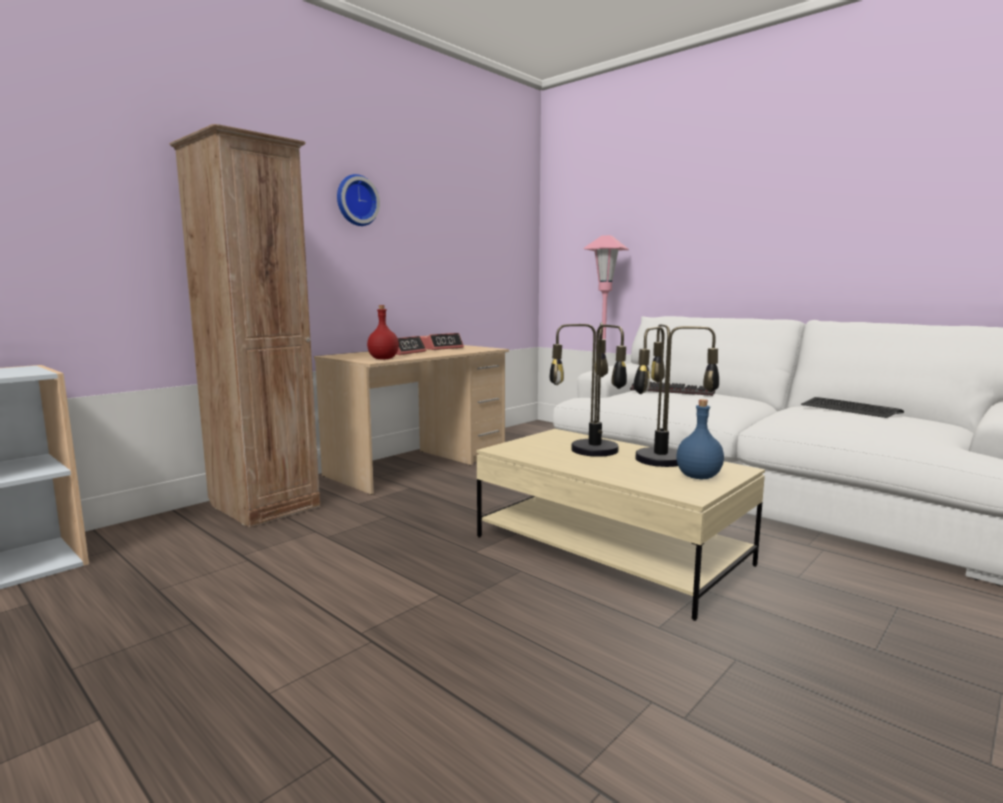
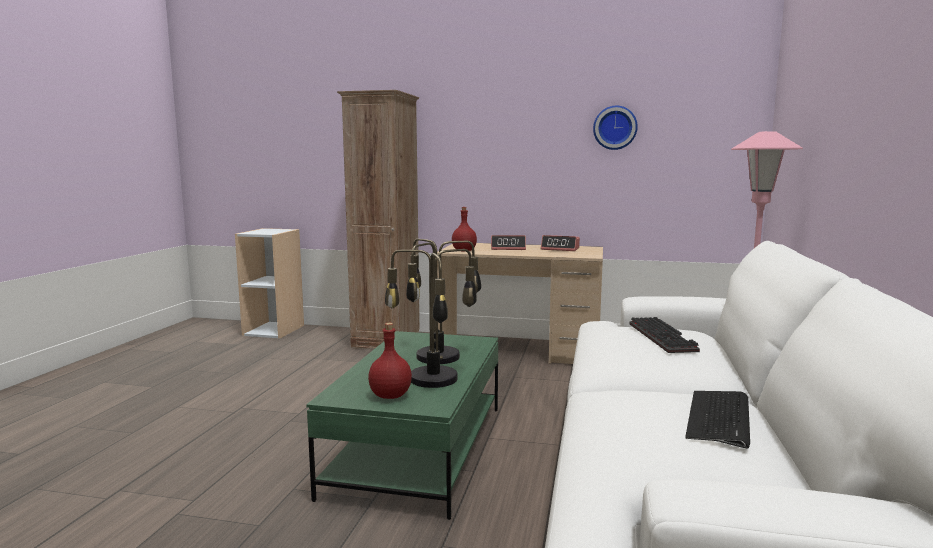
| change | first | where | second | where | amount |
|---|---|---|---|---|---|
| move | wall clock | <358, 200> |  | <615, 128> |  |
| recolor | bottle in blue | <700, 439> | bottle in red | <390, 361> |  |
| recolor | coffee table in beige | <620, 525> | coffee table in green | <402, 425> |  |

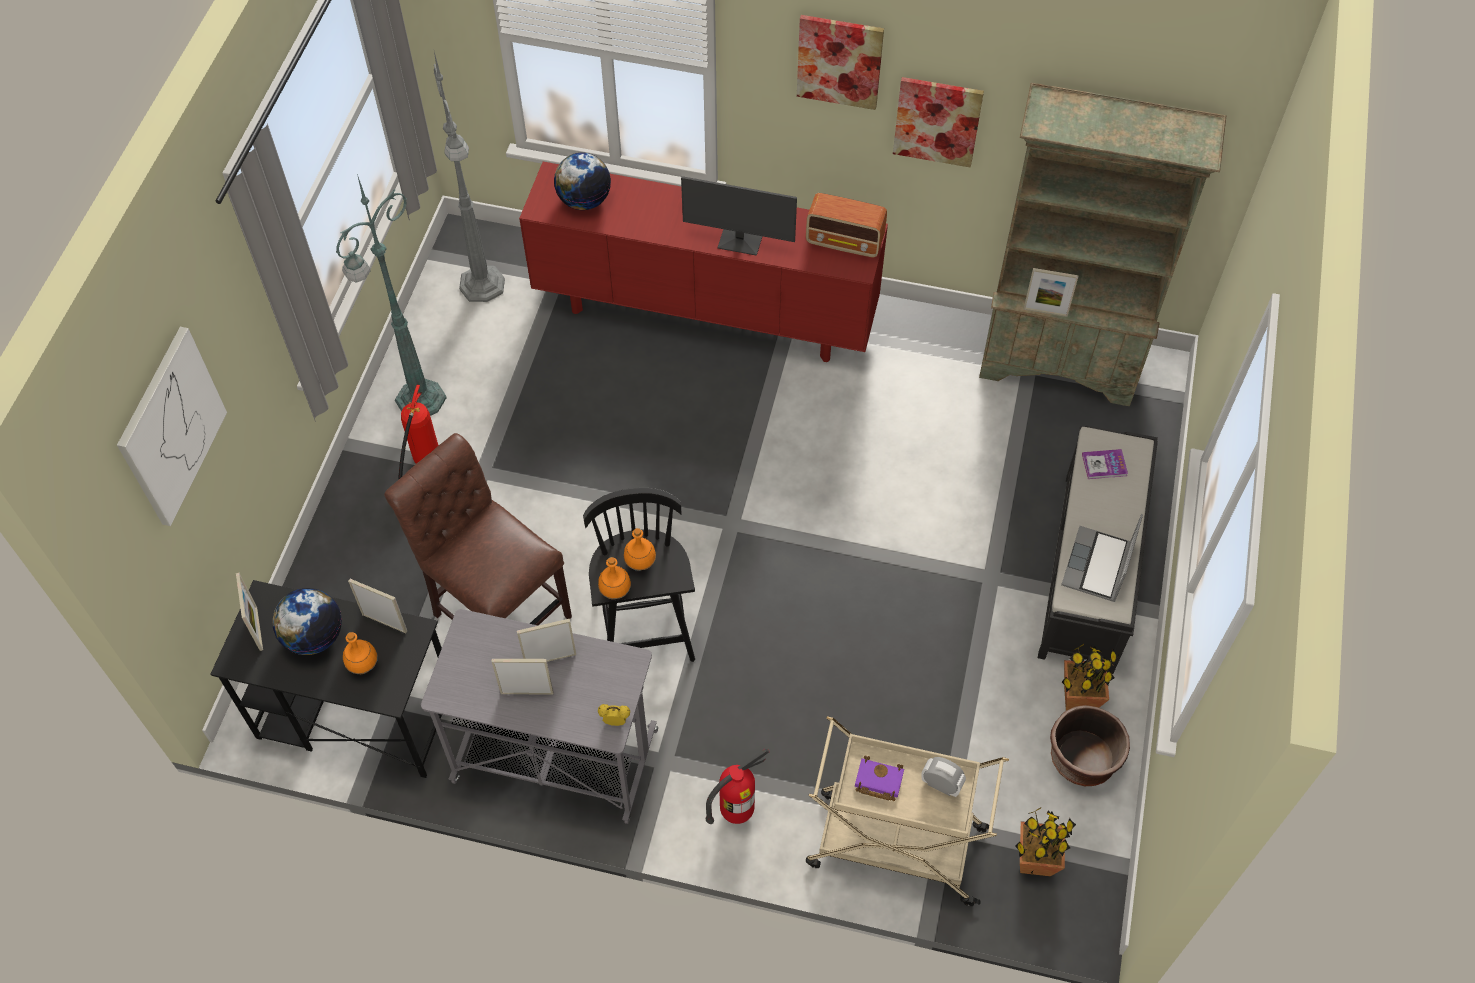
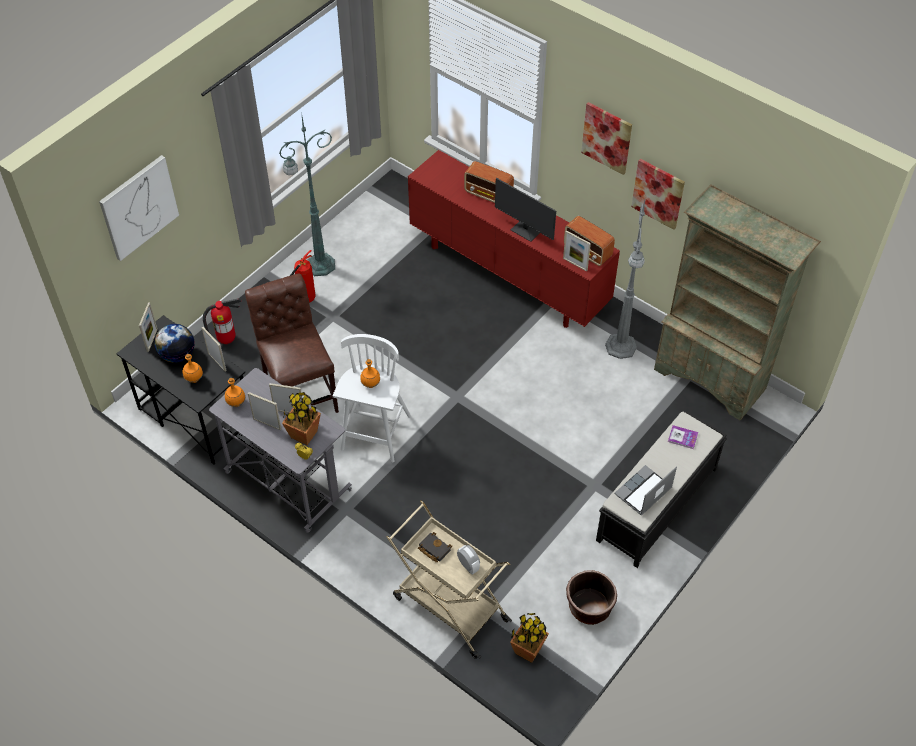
| change | first | where | second | where | amount |
|---|---|---|---|---|---|
| move | floor lamp in grey | <469, 177> |  | <625, 279> |  |
| delete | globe | <582, 181> |  |  |  |
| move | picture frame | <1050, 292> |  | <577, 251> |  |
| recolor | stool in black | <639, 575> | stool in white | <371, 398> |  |
| move | bottle in orange | <614, 578> |  | <235, 392> |  |
| move | potted plant | <1090, 677> |  | <301, 418> |  |
| move | fire extinguisher | <738, 786> |  | <222, 321> |  |
| recolor | book in purple | <879, 778> | book in black | <435, 547> |  |
| insert |  |  | radio | <489, 182> |  |

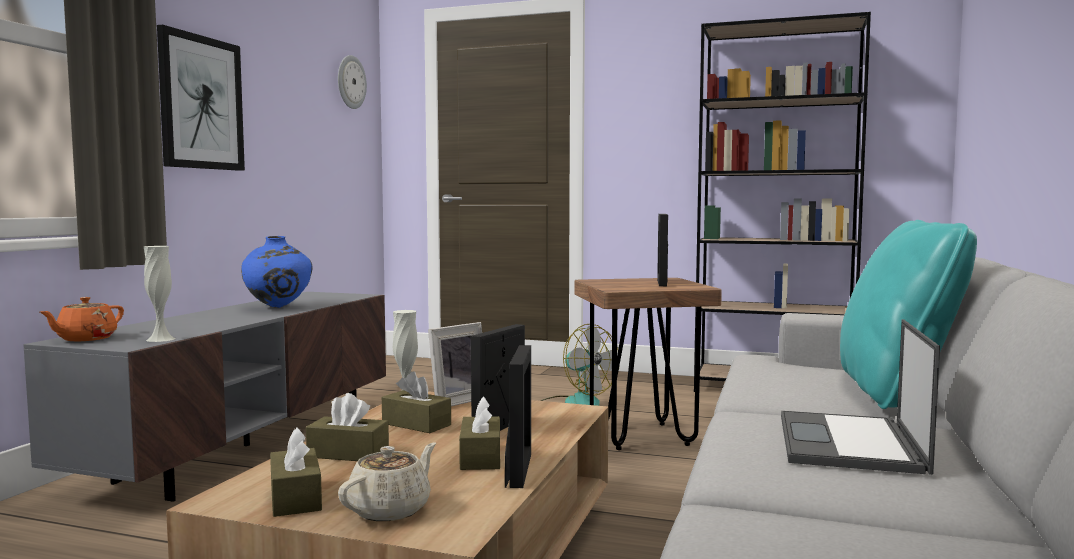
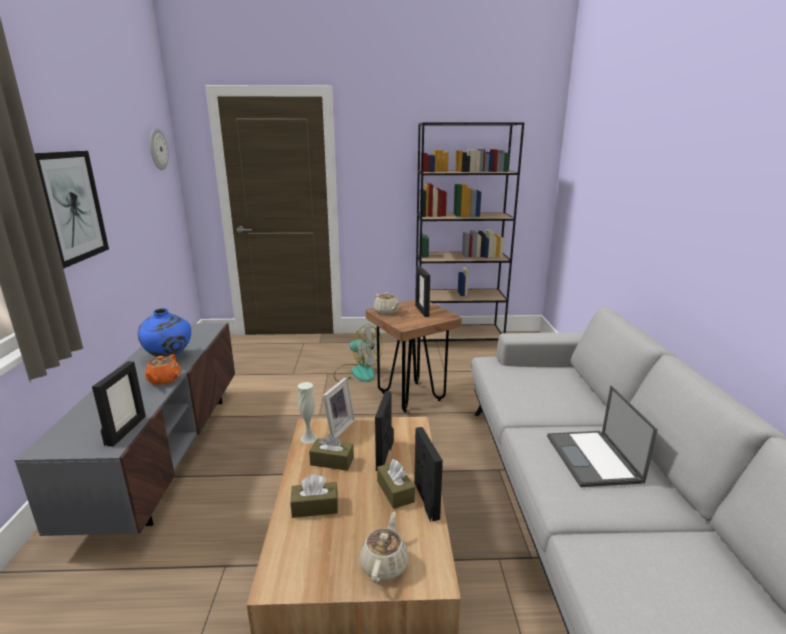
| change | first | where | second | where | amount |
|---|---|---|---|---|---|
| delete | pillow in turquoise | <908, 314> |  |  |  |
| replace | vase in white | <160, 294> | picture frame | <119, 404> |  |
| move | teapot in orange | <82, 319> |  | <163, 369> |  |
| delete | tissue box in brown | <296, 472> |  |  |  |
| insert |  |  | teapot in beige | <387, 303> |  |

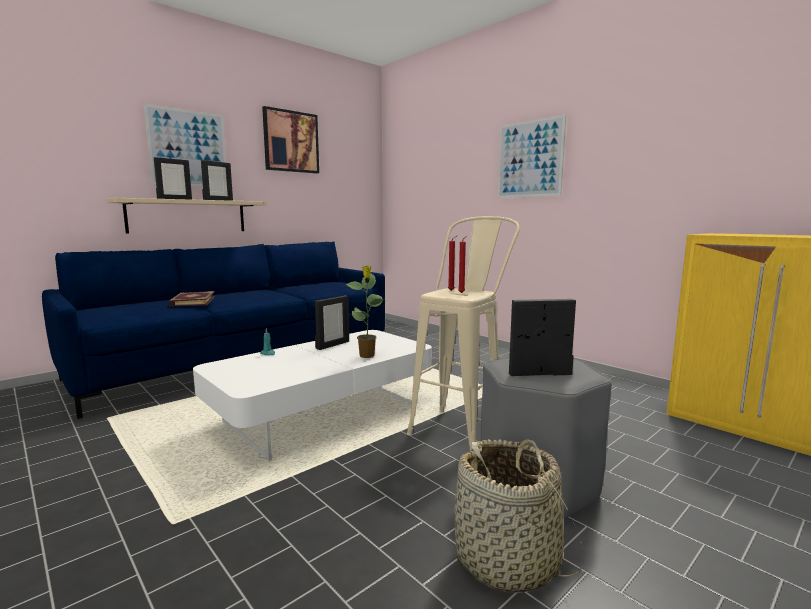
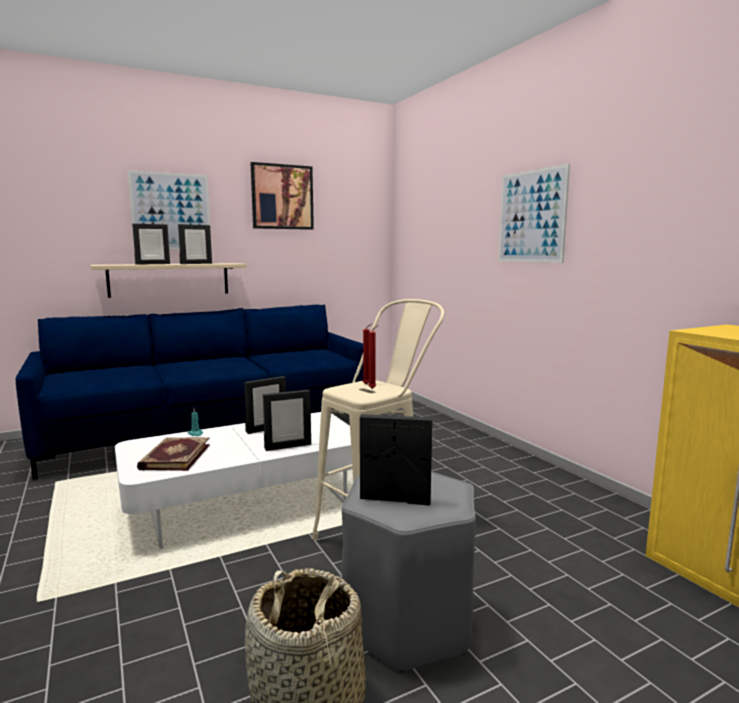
| change | first | where | second | where | amount |
|---|---|---|---|---|---|
| replace | potted plant | <364, 311> | picture frame | <287, 420> |  |
| move | book | <191, 299> |  | <173, 454> |  |

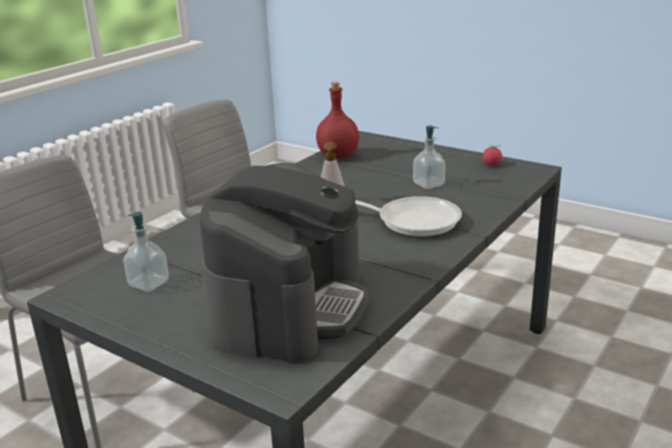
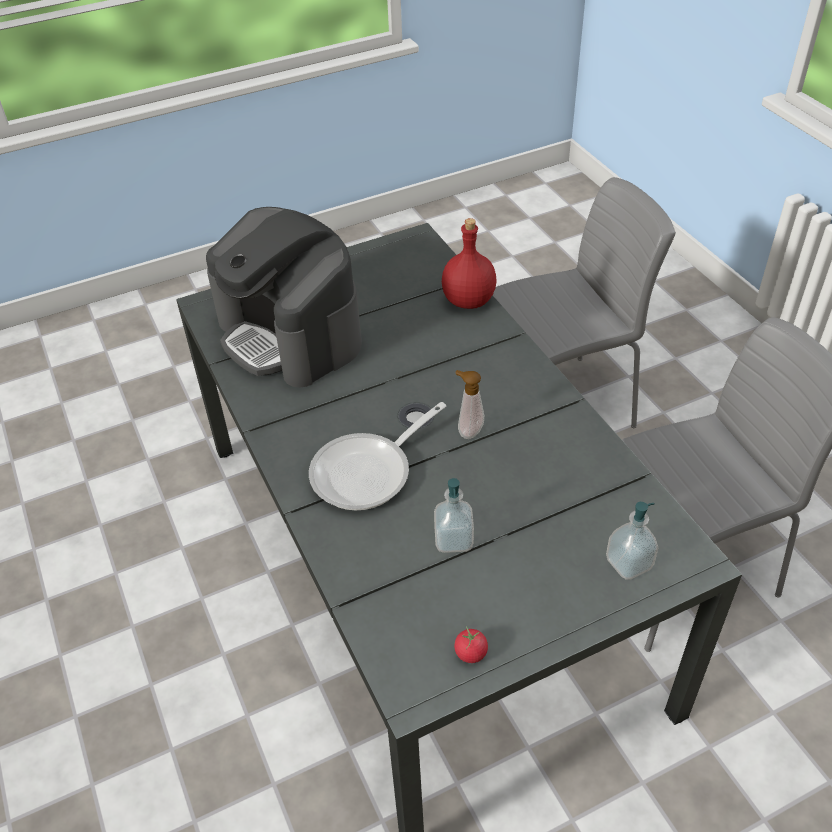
| change | first | where | second | where | amount |
|---|---|---|---|---|---|
| move | bottle in red | <337, 120> |  | <469, 263> |  |
| move | soap dispenser | <146, 252> |  | <632, 541> |  |

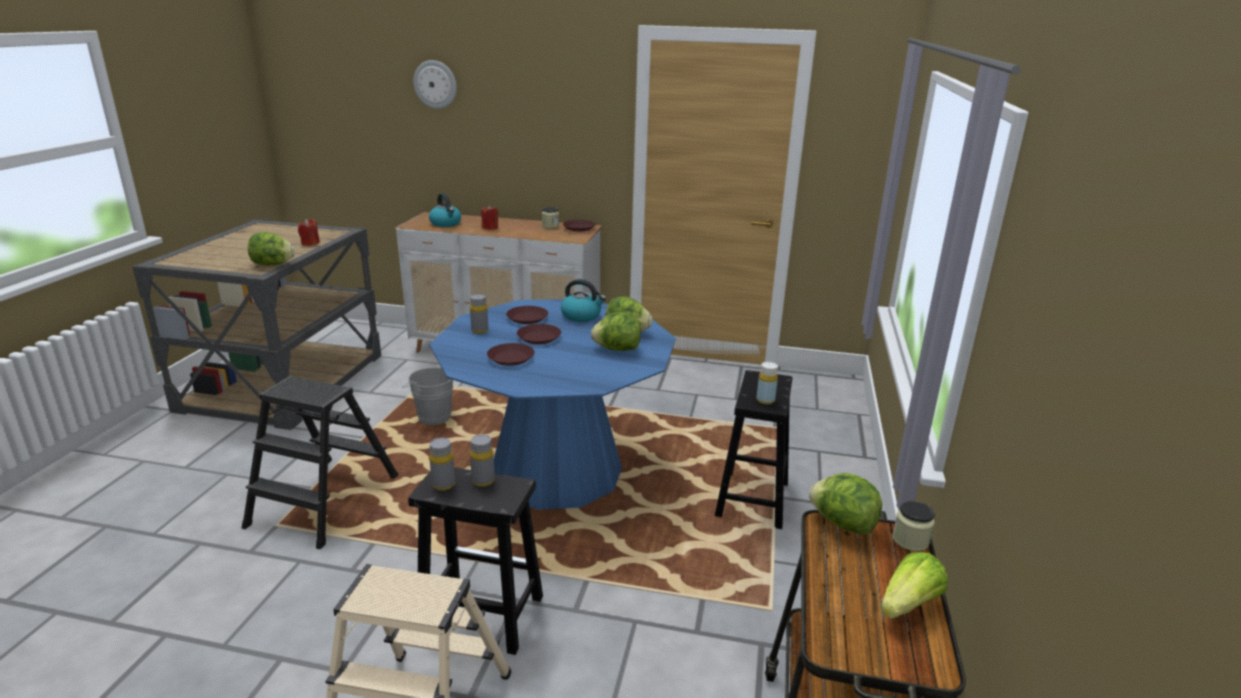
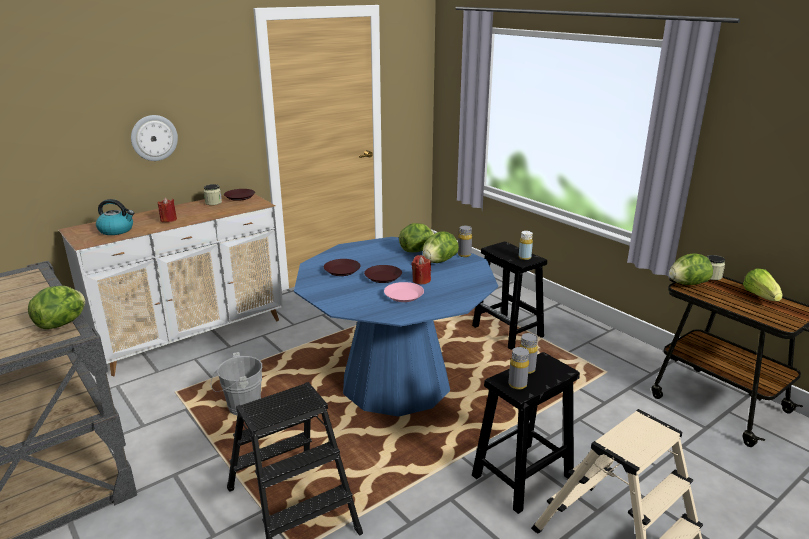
| change | first | where | second | where | amount |
|---|---|---|---|---|---|
| move | wall clock | <435, 84> |  | <154, 138> |  |
| move | candle in red | <309, 232> |  | <421, 270> |  |
| delete | kettle | <583, 300> |  |  |  |
| move | bottle in grey | <479, 314> |  | <465, 241> |  |
| recolor | plate in brown | <511, 354> | plate in pink | <404, 292> |  |

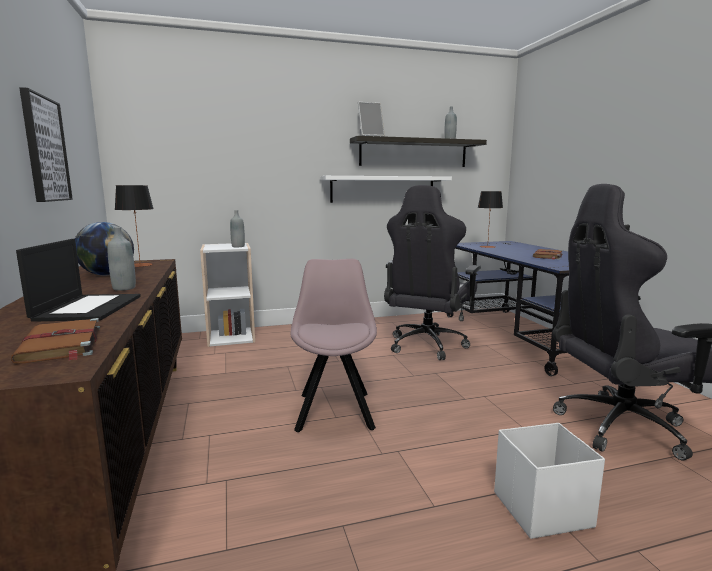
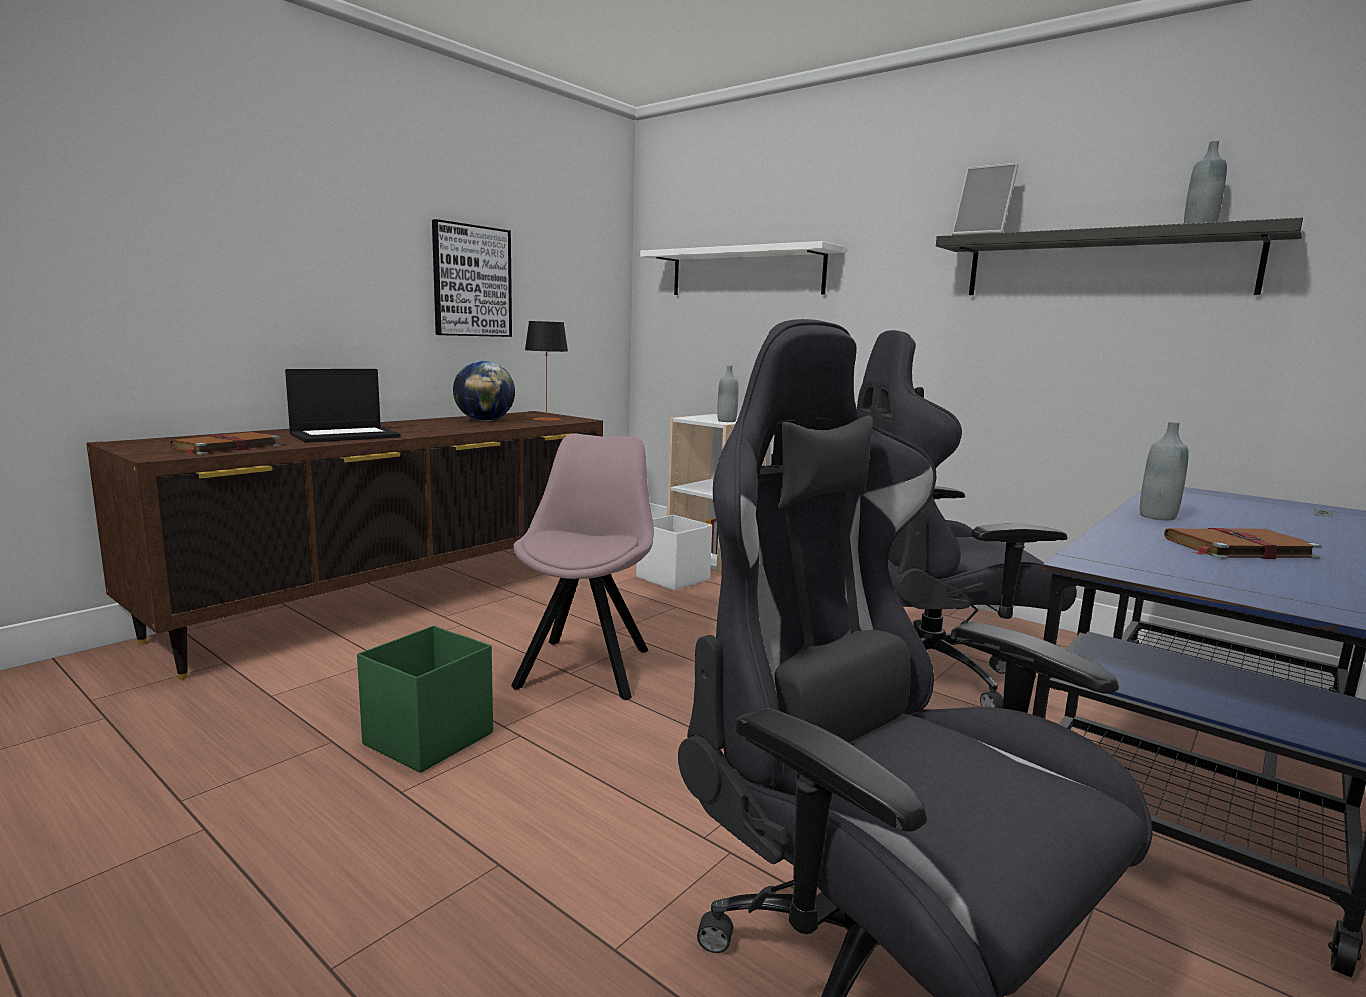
| change | first | where | second | where | amount |
|---|---|---|---|---|---|
| move | shelf in white | <386, 189> |  | <742, 268> |  |
| delete | table lamp | <490, 219> |  |  |  |
| move | bottle in grey | <121, 259> |  | <1164, 471> |  |
| rotate | chair in pink | <334, 345> |  | <582, 567> | 45 degrees counterclockwise |
| move | storage box in white | <549, 481> |  | <674, 553> |  |
| insert |  |  | storage box in green | <425, 699> |  |

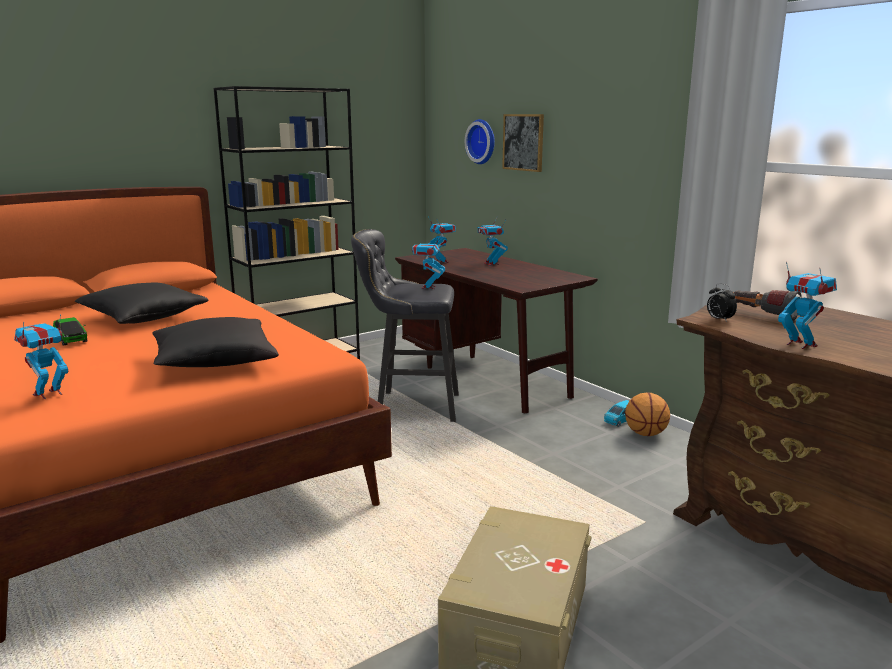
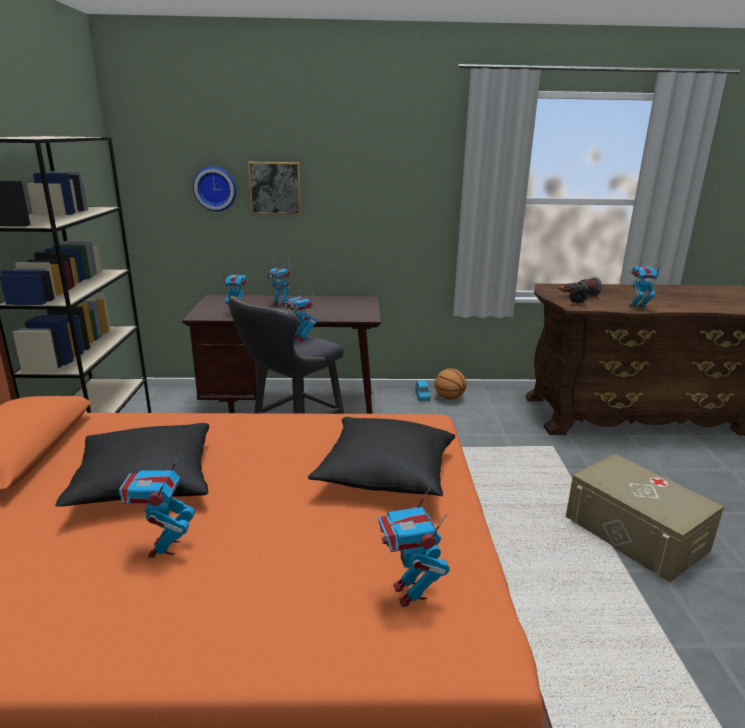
| change | first | where | second | where | amount |
|---|---|---|---|---|---|
| replace | toy car | <70, 331> | toy robot | <157, 506> |  |

